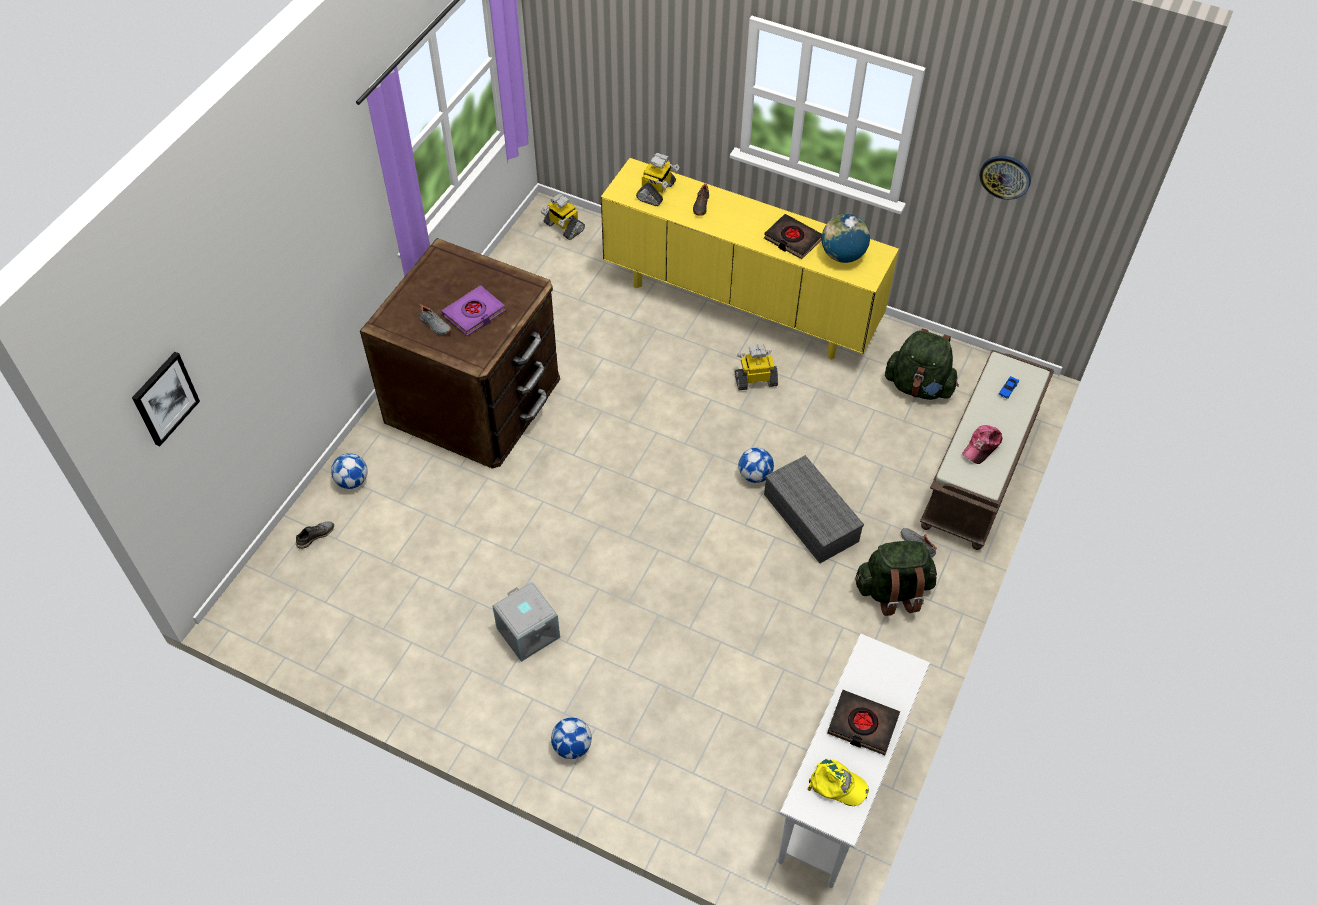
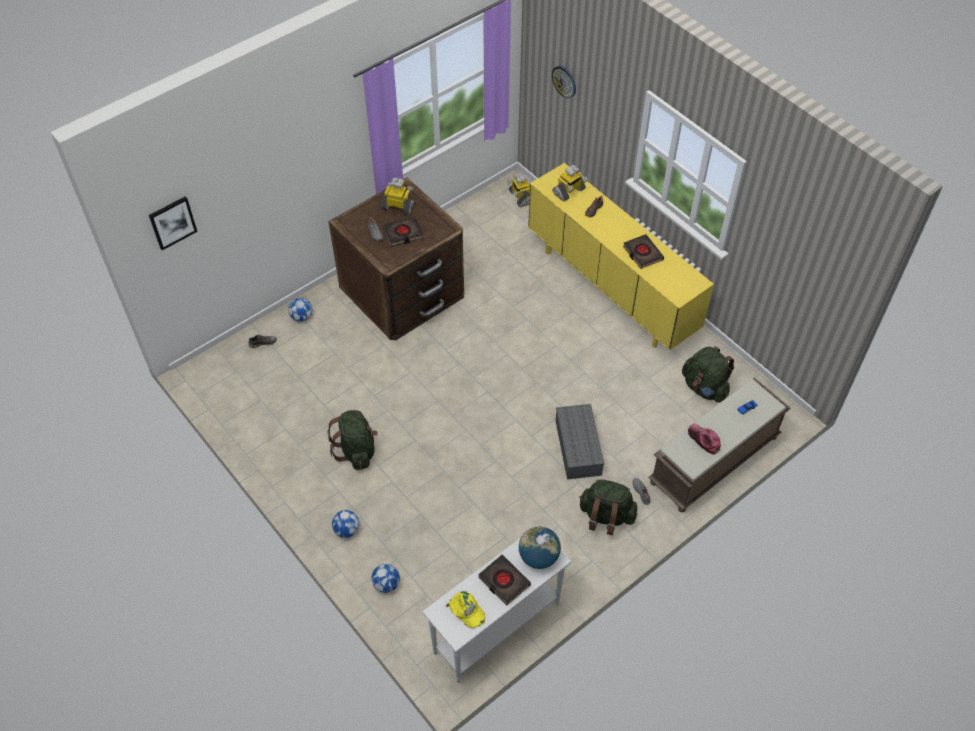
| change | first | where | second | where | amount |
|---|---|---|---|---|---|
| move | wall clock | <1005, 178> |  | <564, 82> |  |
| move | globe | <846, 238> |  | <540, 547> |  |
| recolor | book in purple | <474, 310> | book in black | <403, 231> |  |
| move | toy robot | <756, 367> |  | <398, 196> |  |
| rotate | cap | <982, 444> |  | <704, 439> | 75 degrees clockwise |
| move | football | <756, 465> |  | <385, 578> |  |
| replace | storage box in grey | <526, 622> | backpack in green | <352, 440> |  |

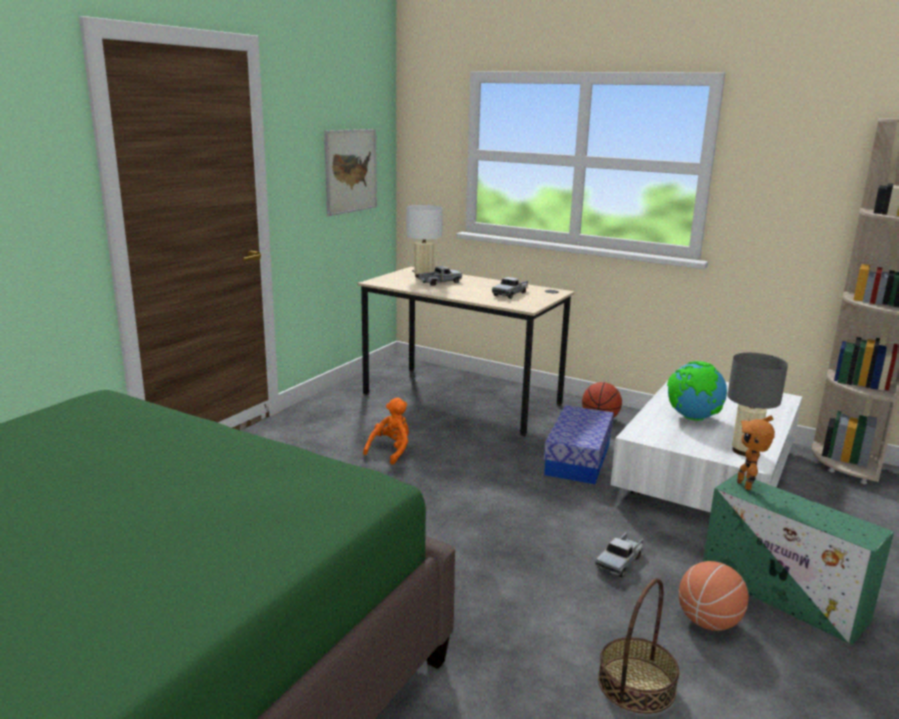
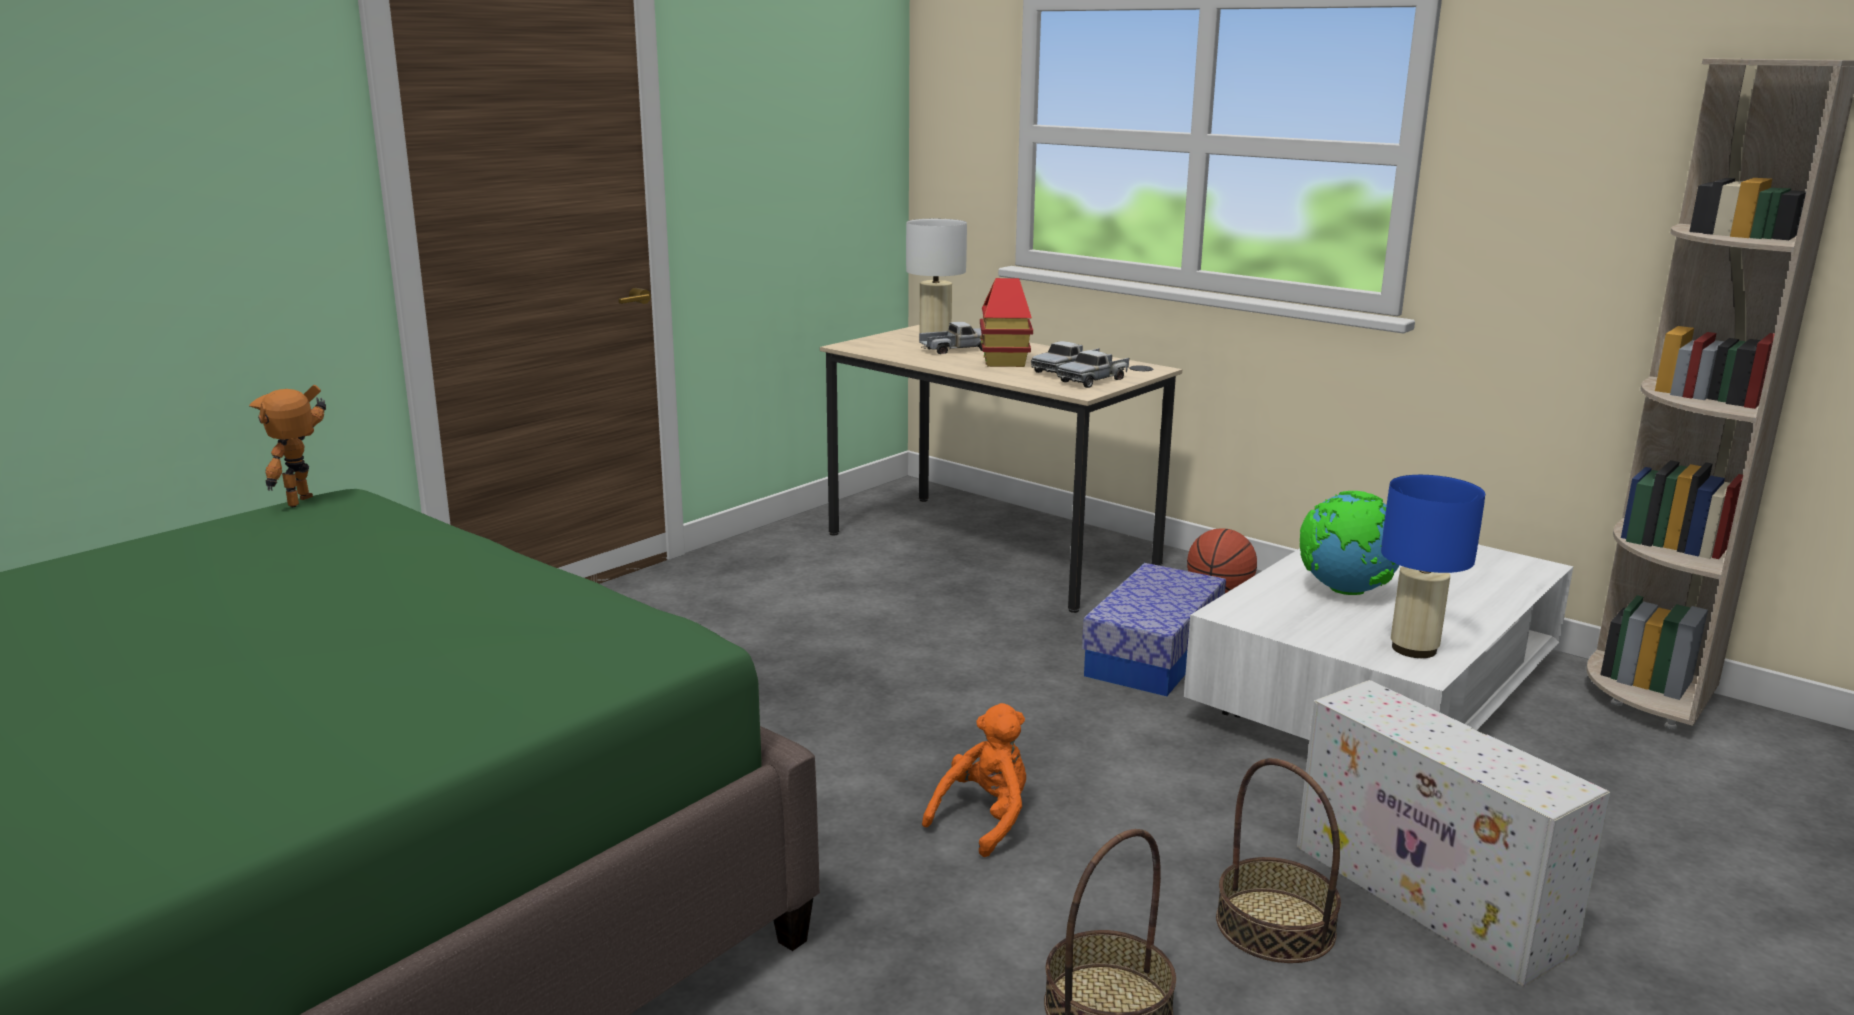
| change | first | where | second | where | amount |
|---|---|---|---|---|---|
| delete | picture | <350, 172> |  |  |  |
| recolor | table lamp in grey | <757, 404> | table lamp in blue | <1433, 566> |  |
| move | plush toy in orange | <386, 431> |  | <974, 780> |  |
| move | toy robot | <756, 453> |  | <287, 446> |  |
| recolor | storage box in green | <798, 559> | storage box in white | <1453, 833> |  |
| move | toy truck | <619, 554> |  | <1093, 369> |  |
| replace | basketball | <714, 596> | basket | <1278, 860> |  |
| insert |  |  | toy house | <1006, 322> |  |

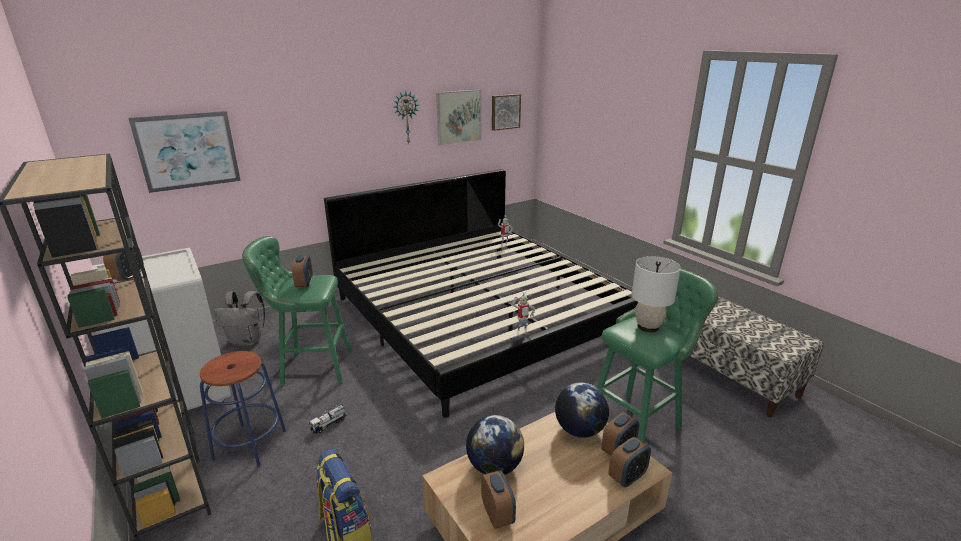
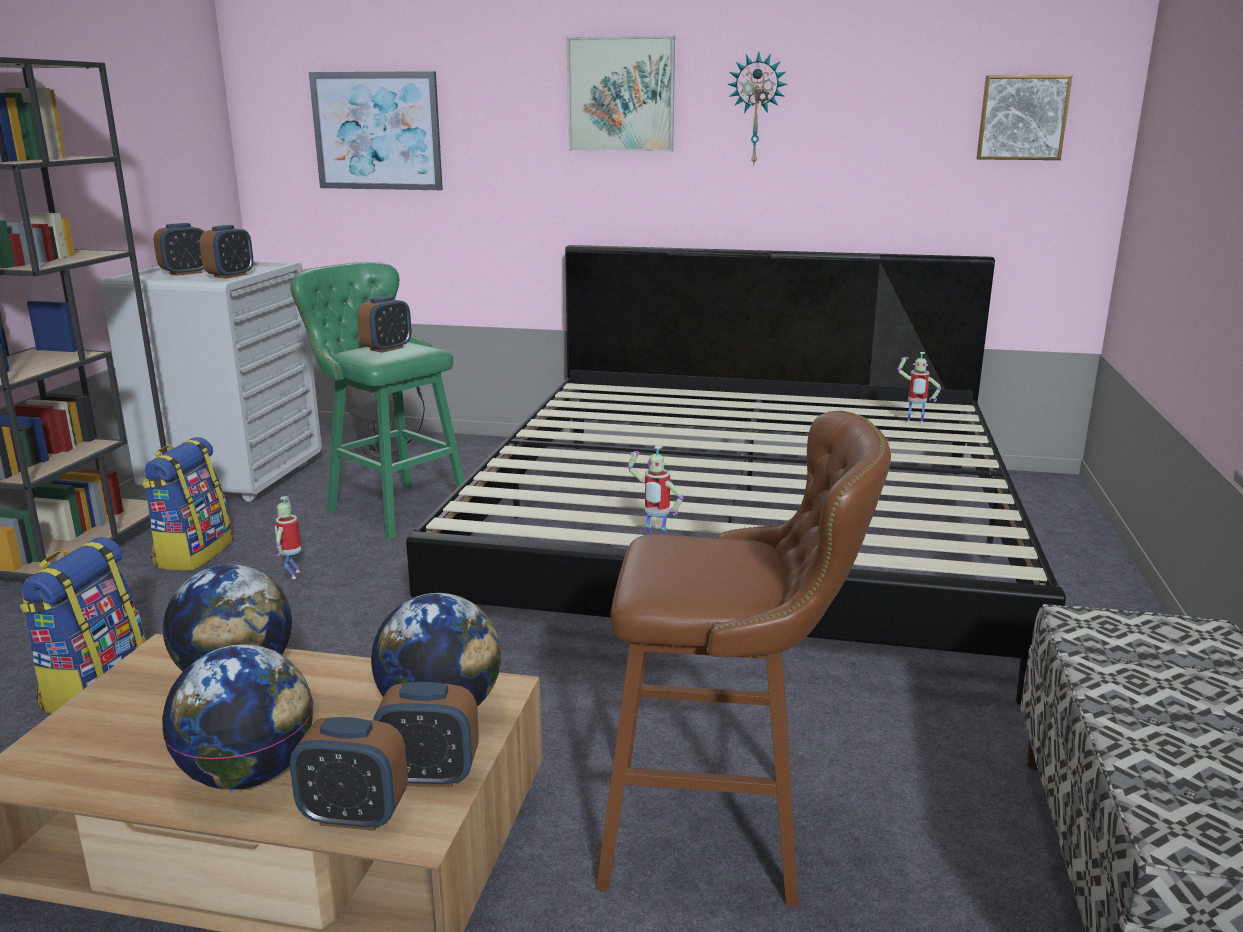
| change | first | where | second | where | amount |
|---|---|---|---|---|---|
| move | picture | <458, 117> |  | <621, 94> |  |
| delete | table lamp in white | <656, 294> |  |  |  |
| recolor | stool in green | <658, 356> | stool in brown | <743, 659> |  |
| replace | stool in blue | <243, 409> | backpack | <187, 504> |  |
| replace | toy truck | <328, 419> | toy robot | <288, 537> |  |
| move | alarm clock | <498, 499> |  | <226, 252> |  |
| insert |  |  | globe | <237, 717> |  |

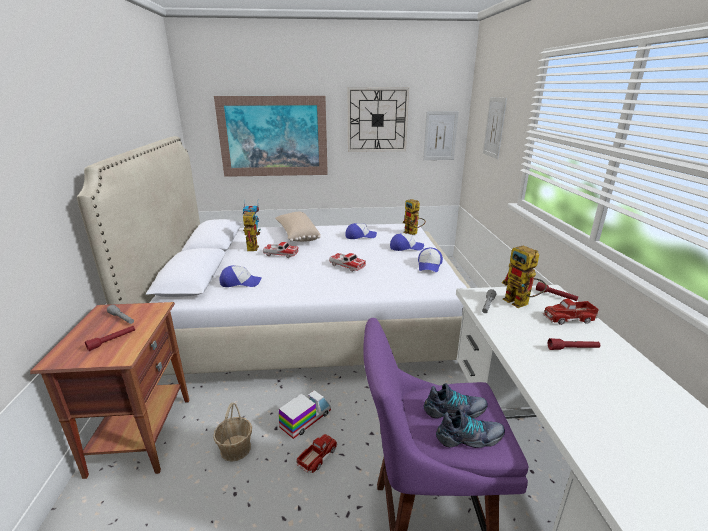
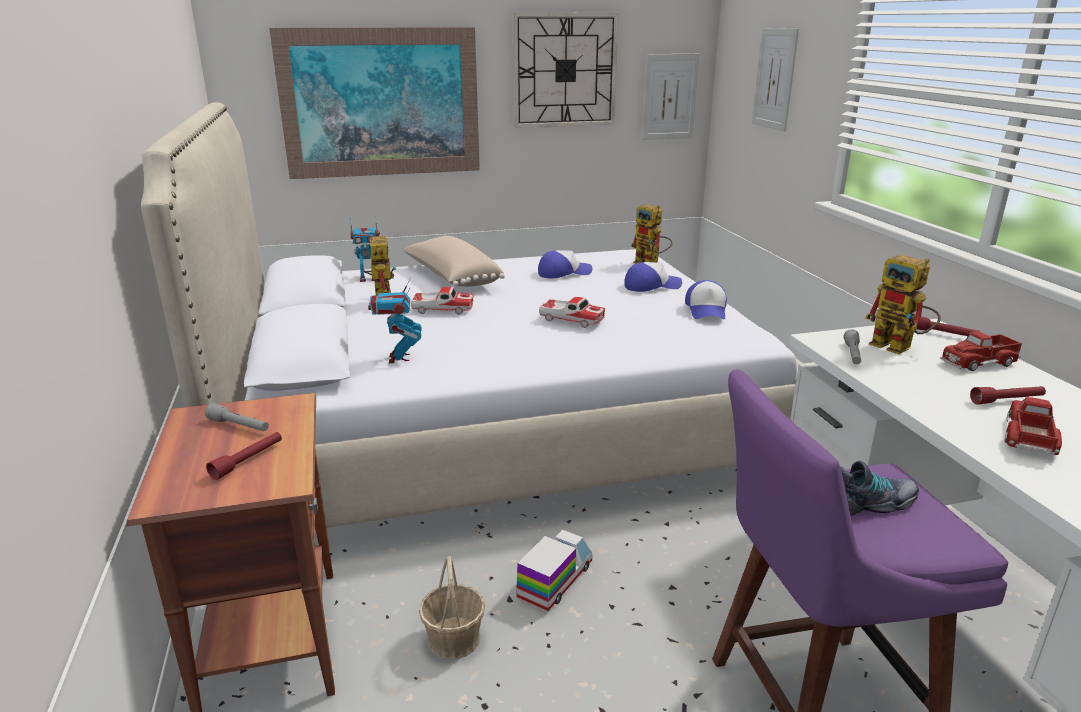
| change | first | where | second | where | amount |
|---|---|---|---|---|---|
| replace | cap | <241, 276> | toy robot | <395, 320> |  |
| delete | shoe | <470, 428> |  |  |  |
| move | toy truck | <317, 453> |  | <1033, 426> |  |

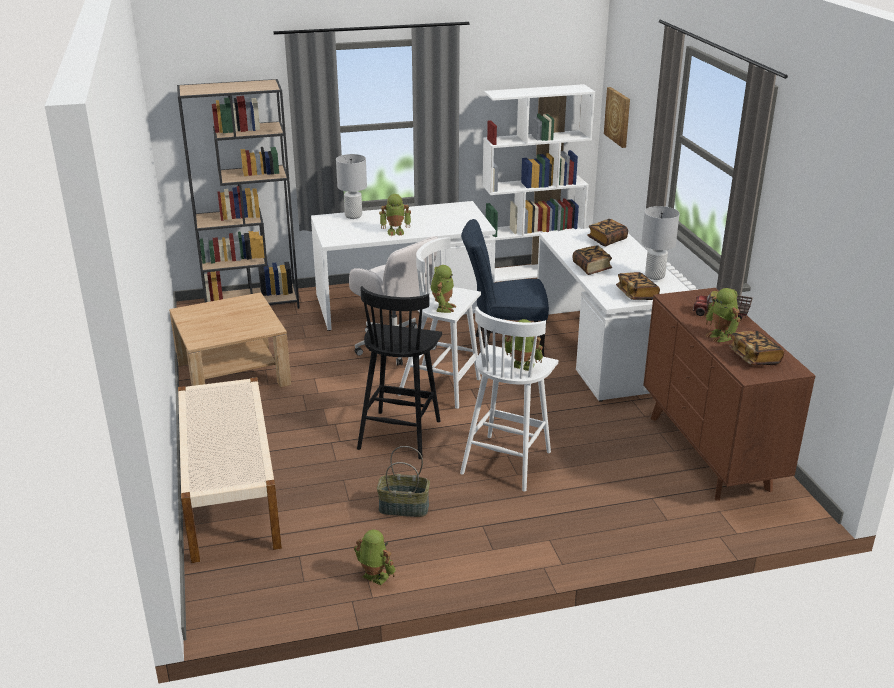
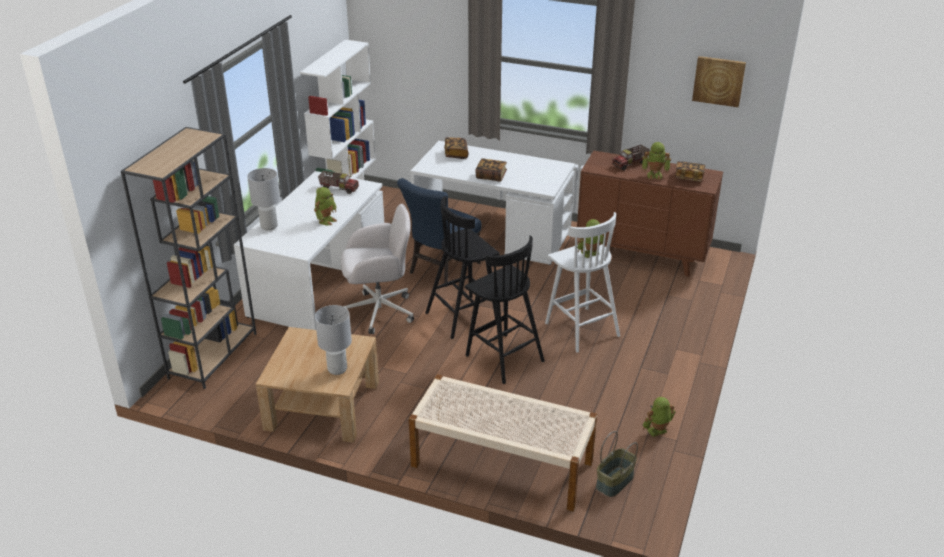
| change | first | where | second | where | amount |
|---|---|---|---|---|---|
| move | picture | <617, 117> |  | <719, 81> |  |
| move | table lamp in grey | <660, 243> |  | <333, 340> |  |
| recolor | stool in white | <439, 323> | stool in black | <462, 267> |  |
| delete | toy robot | <443, 289> |  |  |  |
| delete | book | <638, 286> |  |  |  |
| move | basket | <403, 481> |  | <617, 464> |  |
| insert |  |  | toy truck | <338, 182> |  |

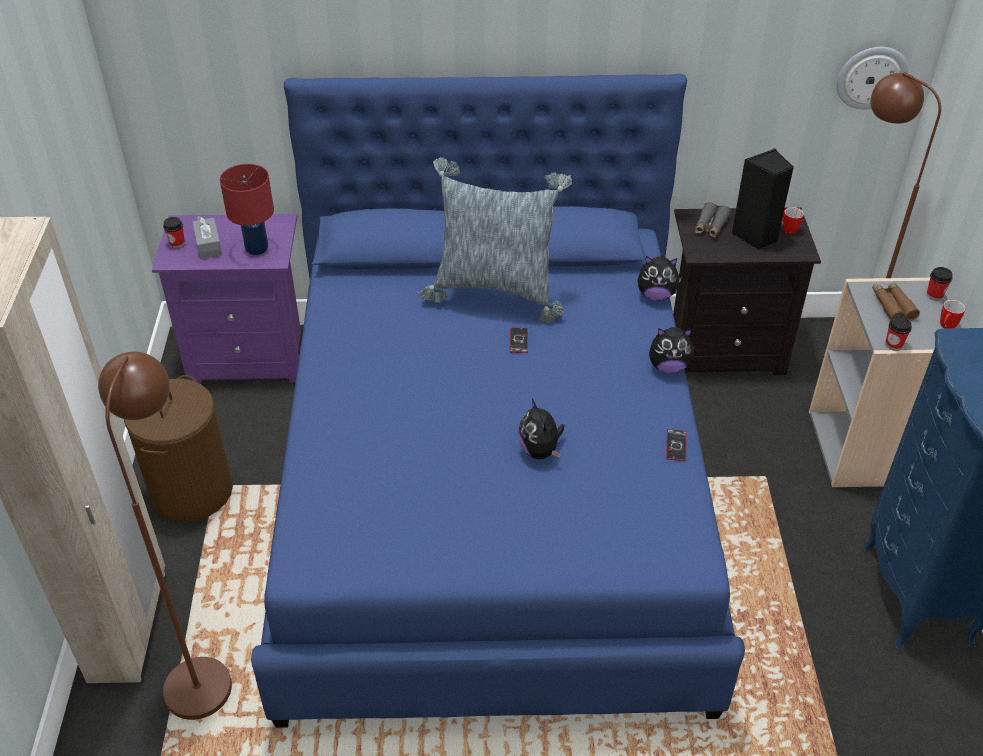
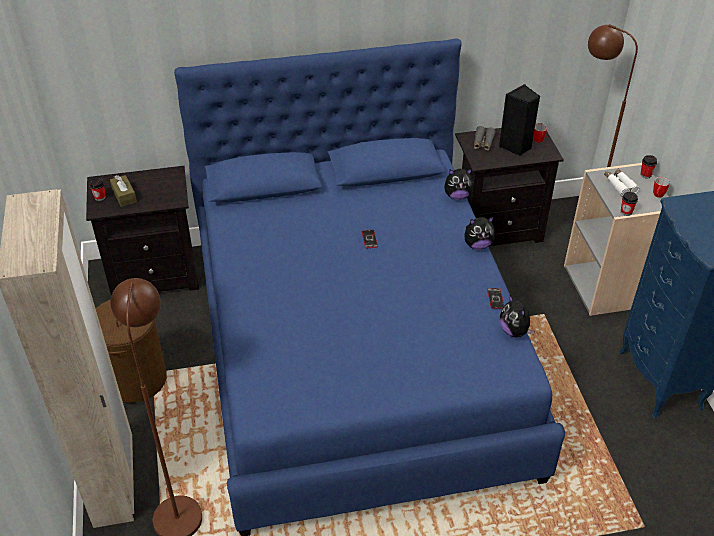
| change | first | where | second | where | amount |
|---|---|---|---|---|---|
| delete | wall clock | <872, 78> |  |  |  |
| delete | pillow | <495, 240> |  |  |  |
| delete | table lamp in red | <247, 209> |  |  |  |
| recolor | nightstand in purple | <226, 299> | nightstand in black | <142, 231> |  |
| recolor | tissue box in grey | <207, 237> | tissue box in brown | <123, 191> |  |
| recolor | binoculars in brown | <896, 301> | binoculars in white | <621, 183> |  |
| move | plush toy | <541, 429> |  | <517, 316> |  |

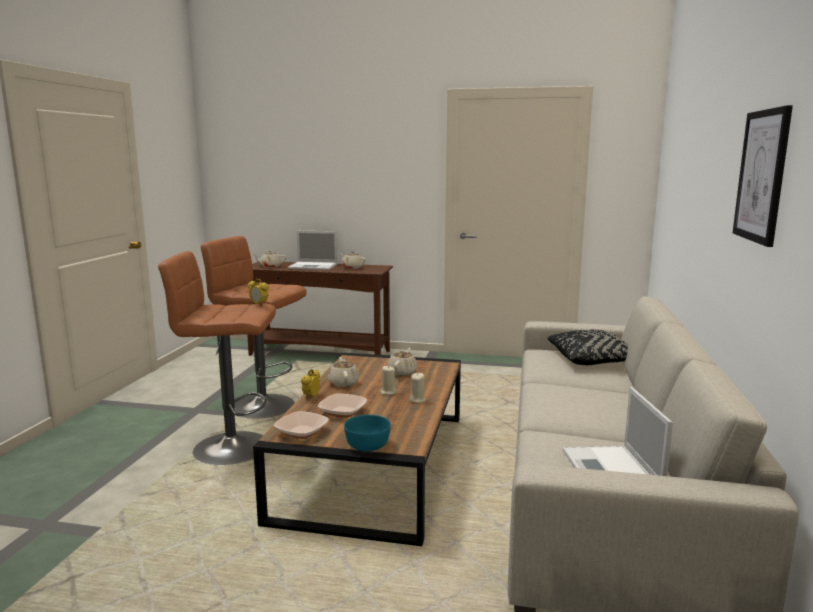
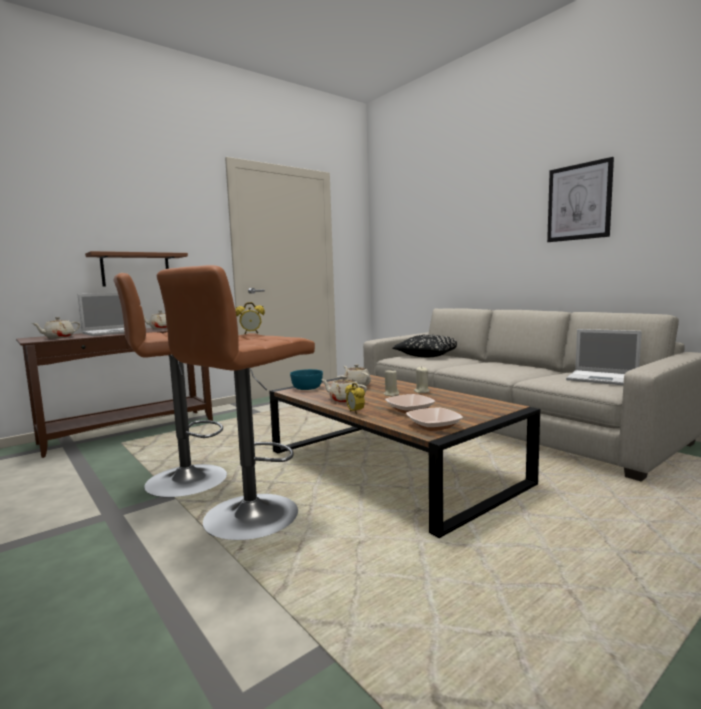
| change | first | where | second | where | amount |
|---|---|---|---|---|---|
| move | bowl in turquoise | <367, 433> |  | <306, 379> |  |
| insert |  |  | shelf | <136, 269> |  |

